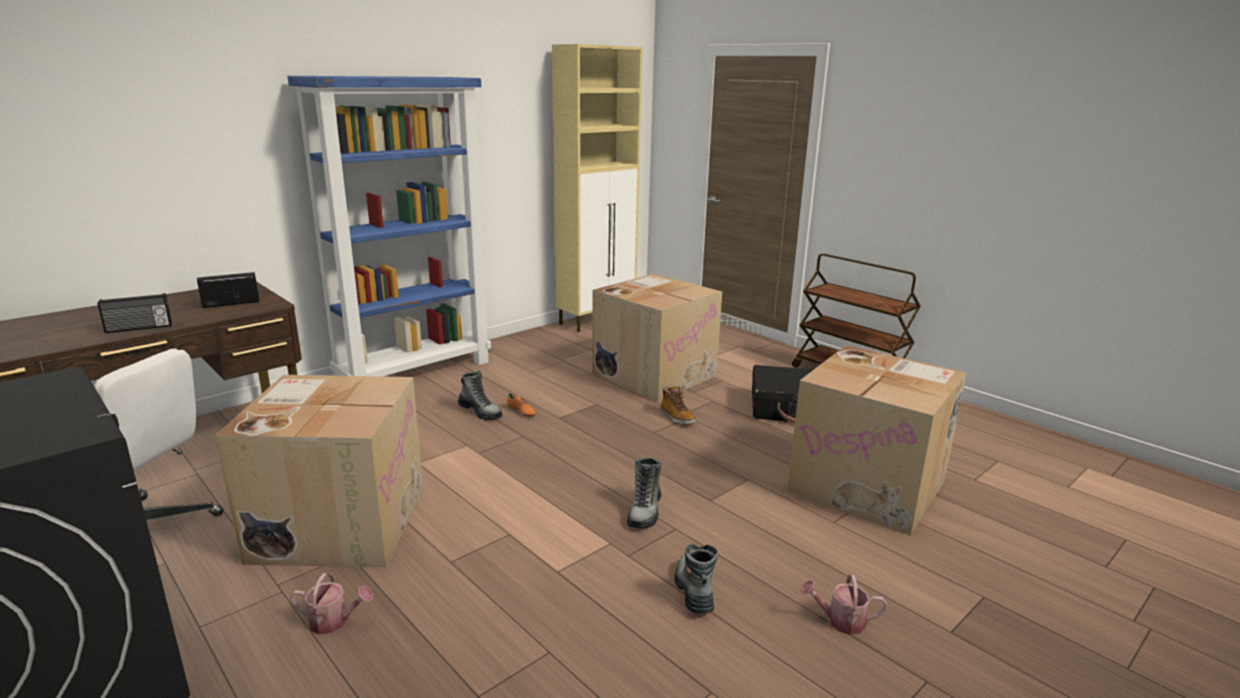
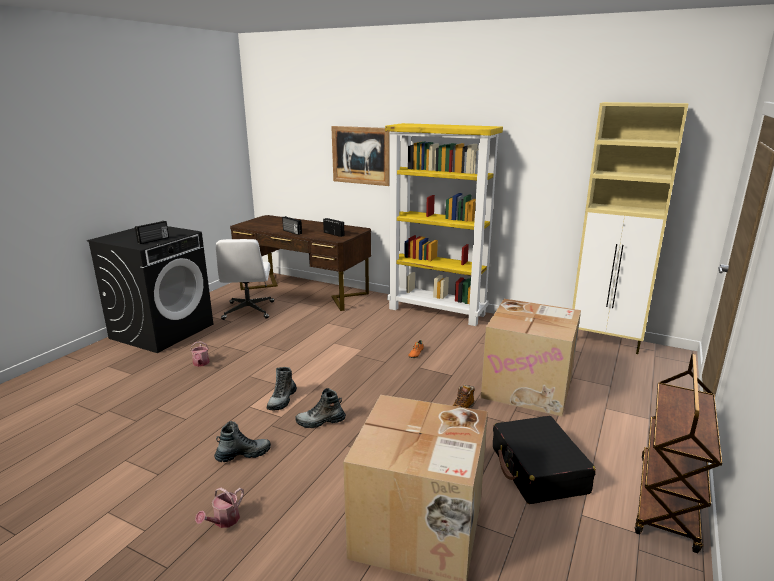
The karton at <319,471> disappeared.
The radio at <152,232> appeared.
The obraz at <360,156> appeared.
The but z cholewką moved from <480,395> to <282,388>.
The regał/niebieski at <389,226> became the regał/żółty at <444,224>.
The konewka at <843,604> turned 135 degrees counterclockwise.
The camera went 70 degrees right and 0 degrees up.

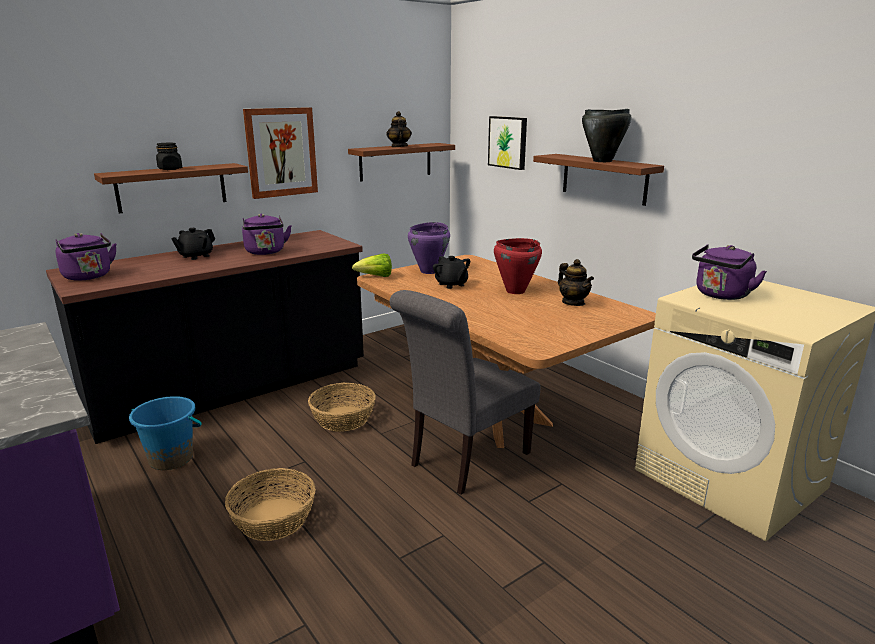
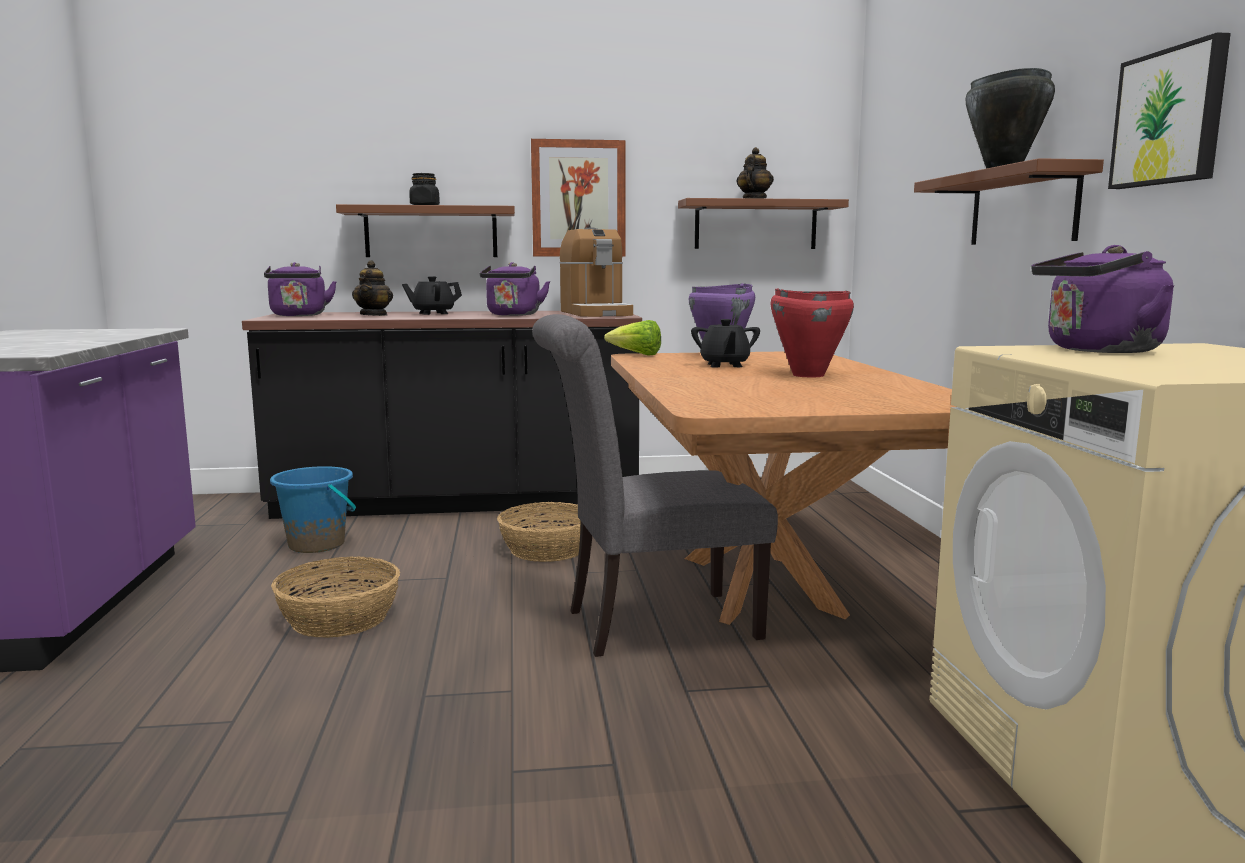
The ekspres do kawy at <596,272> appeared.
The obraz moved from <507,143> to <1169,110>.
The imbryk moved from <576,282> to <372,288>.
The camera went 30 degrees right and 10 degrees down.

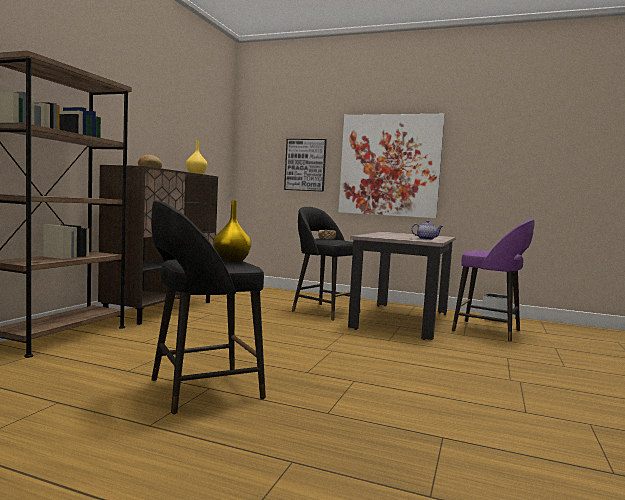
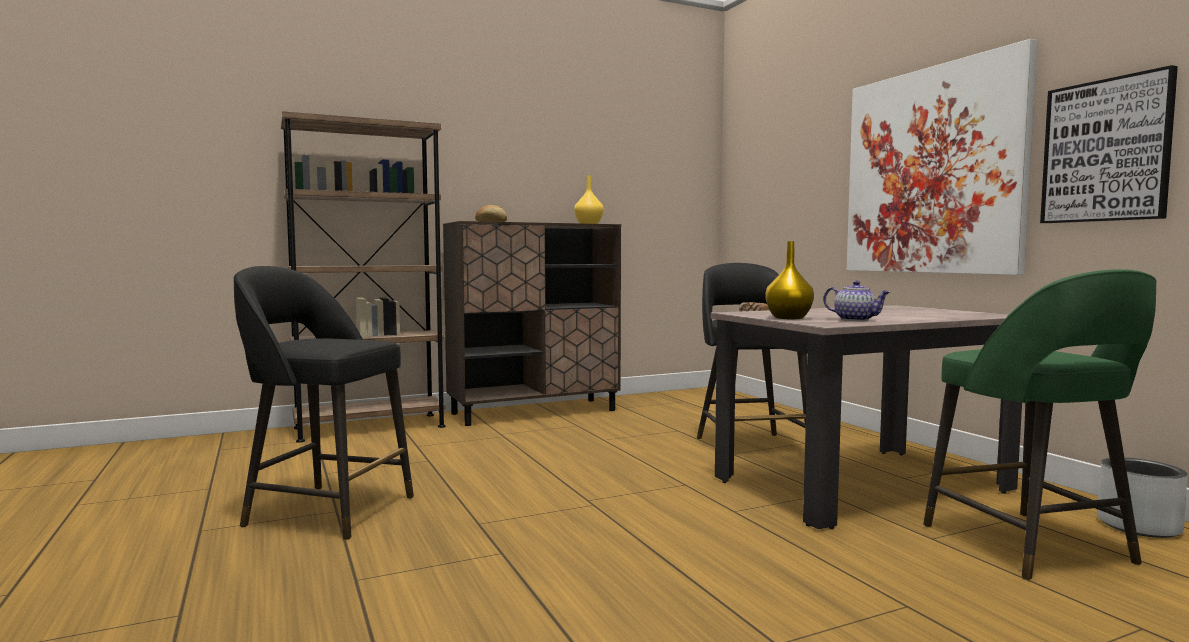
The wazon/żółty moved from <232,232> to <789,280>.
The obraz moved from <305,165> to <1109,144>.
The stołek/fioletowy at <493,280> became the stołek/zielony at <1039,424>.
The camera went 45 degrees right and 0 degrees up.

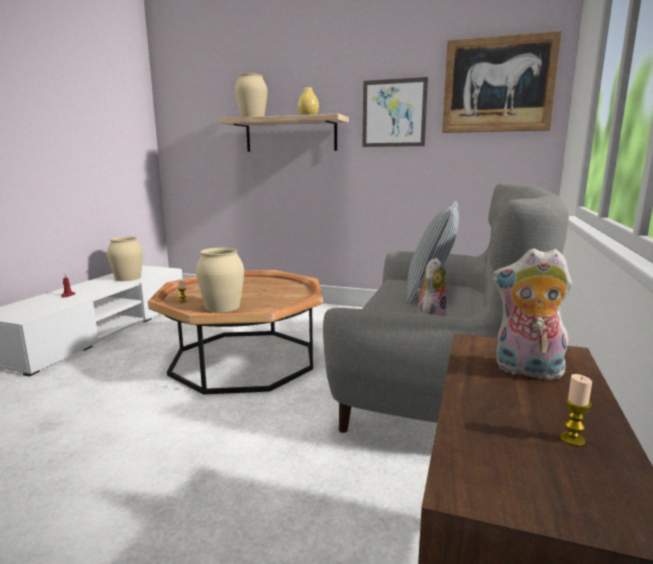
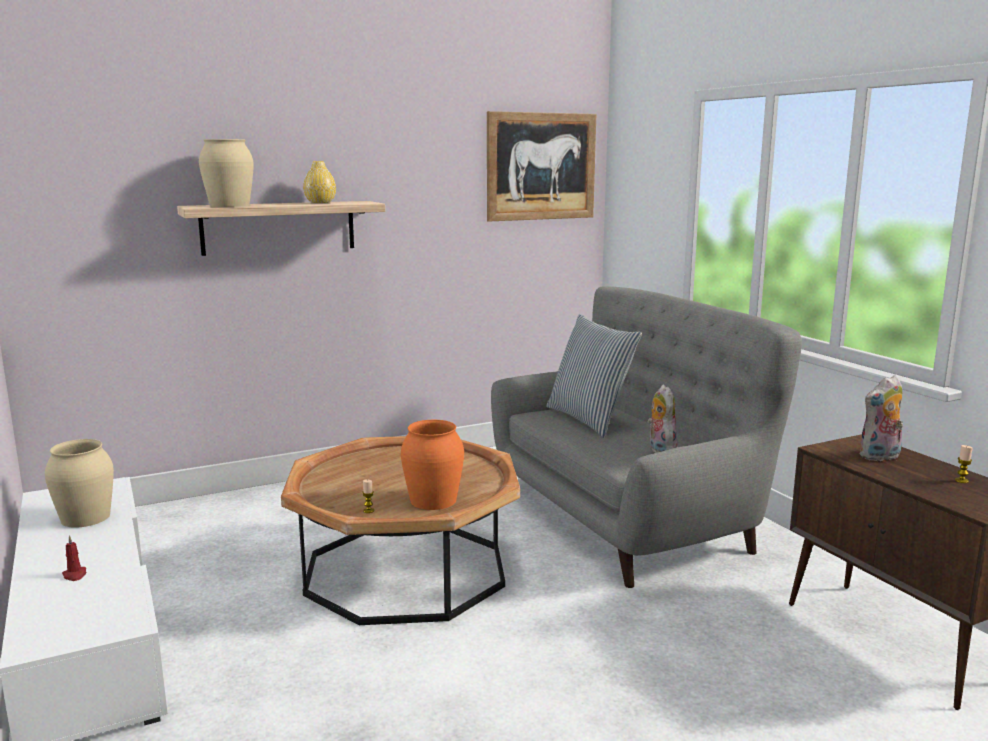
The obraz at <395,112> disappeared.
The wazon/beżowy at <220,280> became the wazon/pomarańczowy at <432,465>.
The camera went 45 degrees left and 0 degrees up.

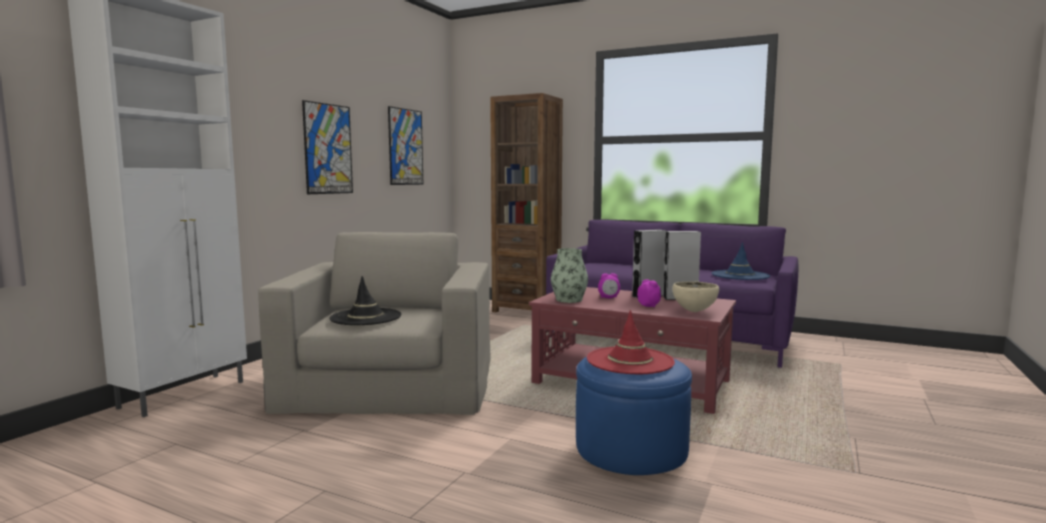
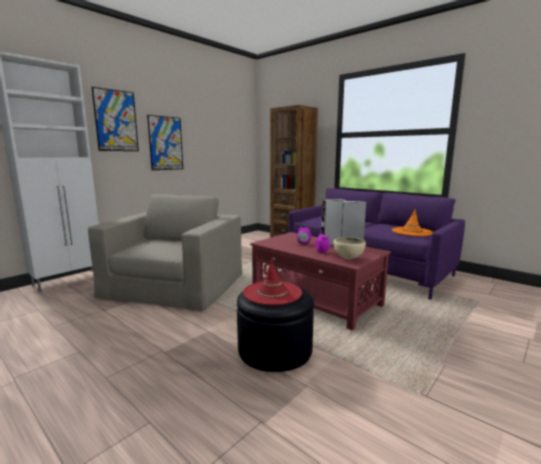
The kapelusz/czarny at <365,300> disappeared.
The wazon at <569,275> disappeared.
The obraz moved from <405,145> to <115,119>.
The pufa/niebieski at <634,416> became the pufa/czarny at <275,329>.
The kapelusz/niebieski at <741,261> became the kapelusz/pomarańczowy at <412,222>.
The camera went 15 degrees right and 5 degrees up.

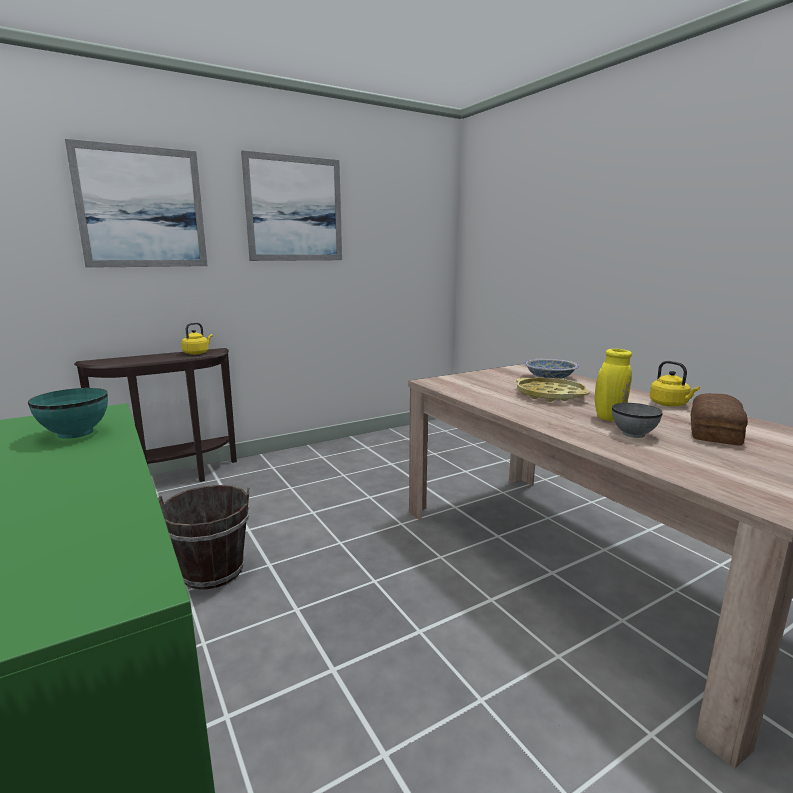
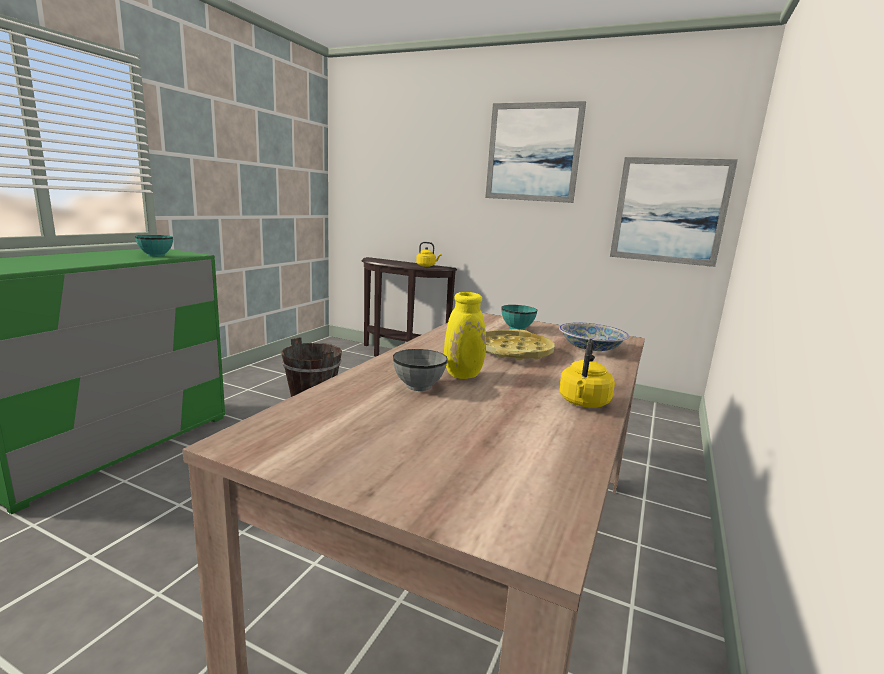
The chleb at <719,419> disappeared.
The miska/turkusowy at <519,317> appeared.
The obraz moved from <136,203> to <674,212>.
The camera went 55 degrees right and 0 degrees up.

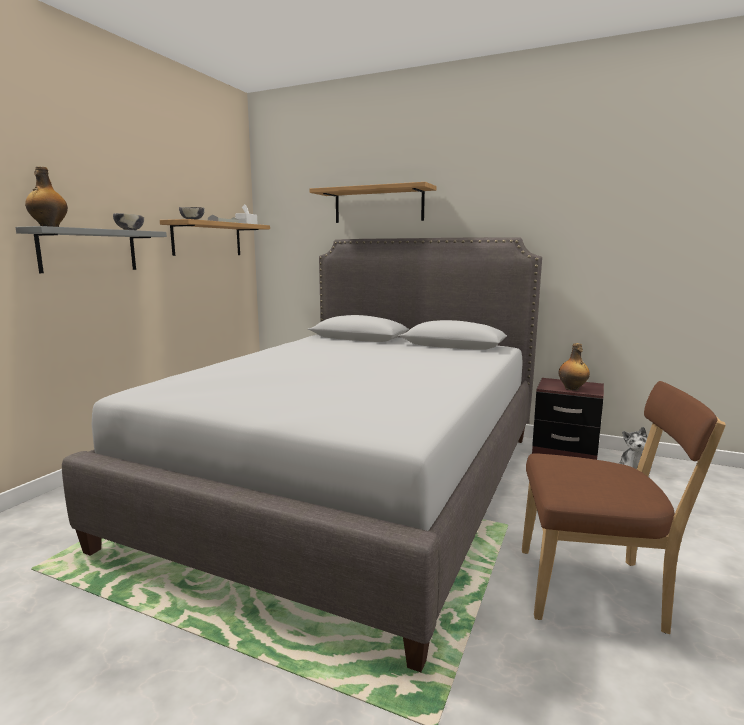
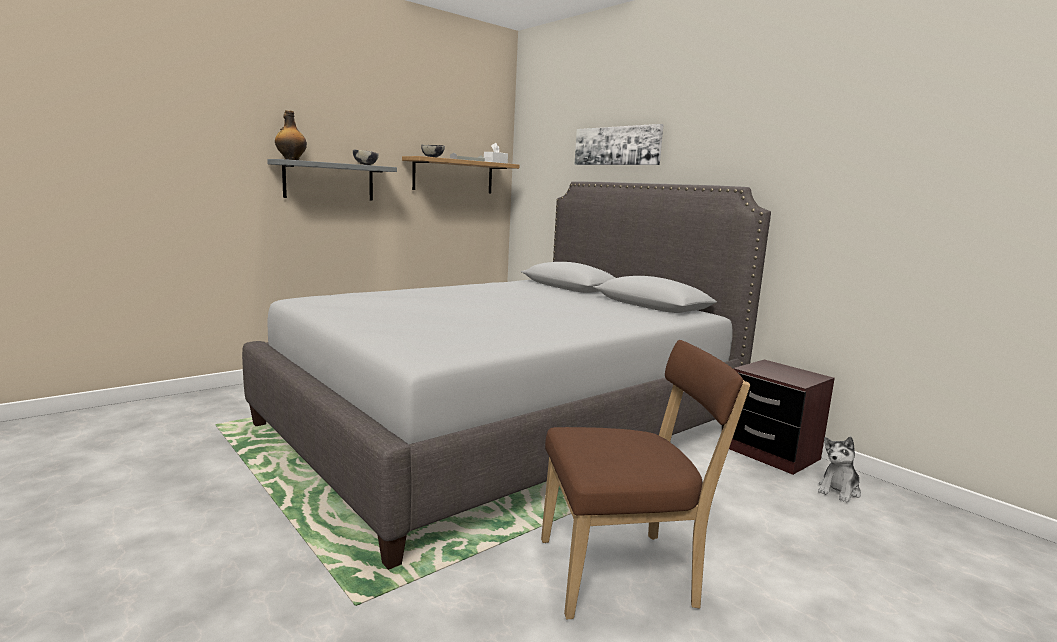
The butelka at <574,367> disappeared.
The półka at <373,202> was replaced by the obraz at <618,144>.
The krzesło/brązowy at <624,507> turned 45 degrees counterclockwise.
The camera went 25 degrees right and 0 degrees up.

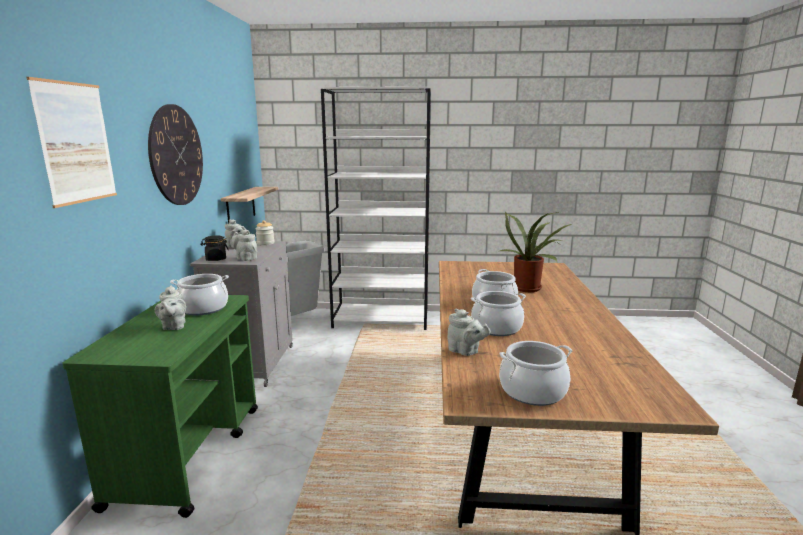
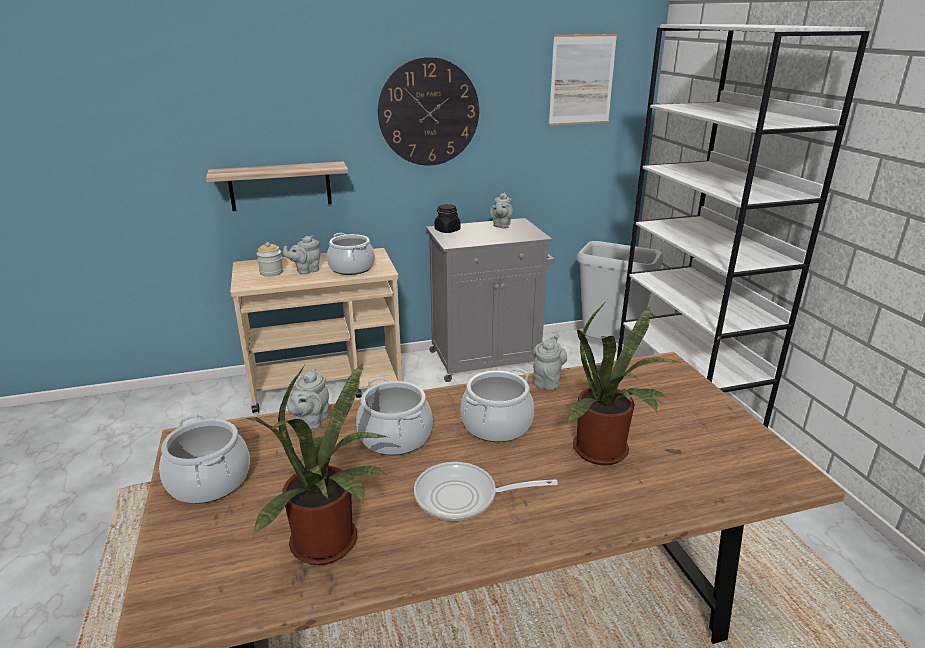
The roślina doniczkowa at <317,464> appeared.
The patelnia at <486,491> appeared.
The obraz moved from <72,142> to <583,80>.
The półka moved from <249,205> to <277,186>.
The imbryk/szary moved from <244,245> to <550,362>.
The słoik moved from <264,232> to <270,259>.
The wózek/zielony at <160,406> became the wózek/beżowy at <316,330>.
The camera went 70 degrees right and 10 degrees up.

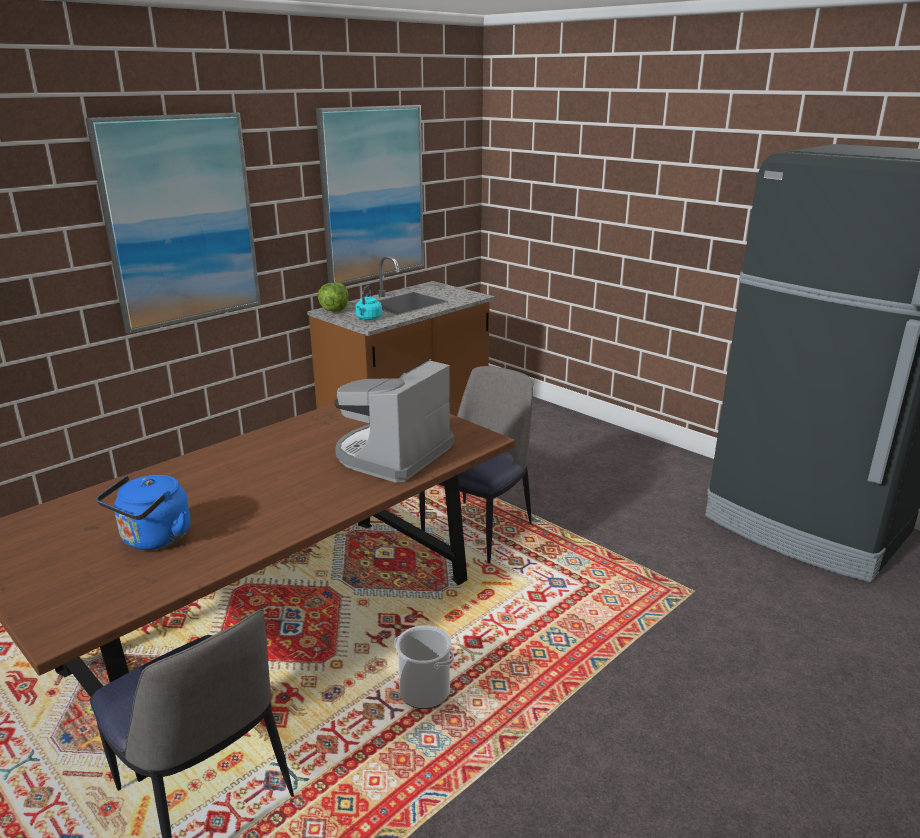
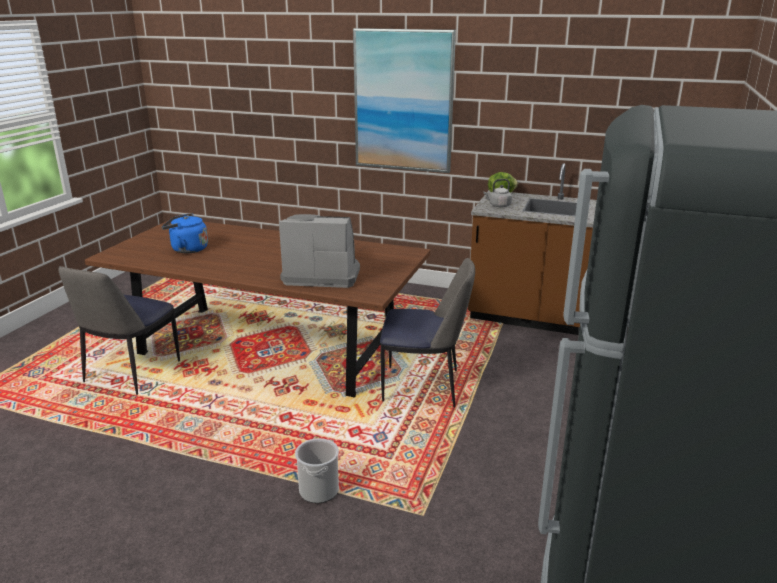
The obraz at <370,195> disappeared.
The wiadro moved from <424,667> to <317,470>.
The czajnik/turkusowy at <368,302> became the czajnik/szary at <498,193>.
The camera went 65 degrees right and 0 degrees up.

